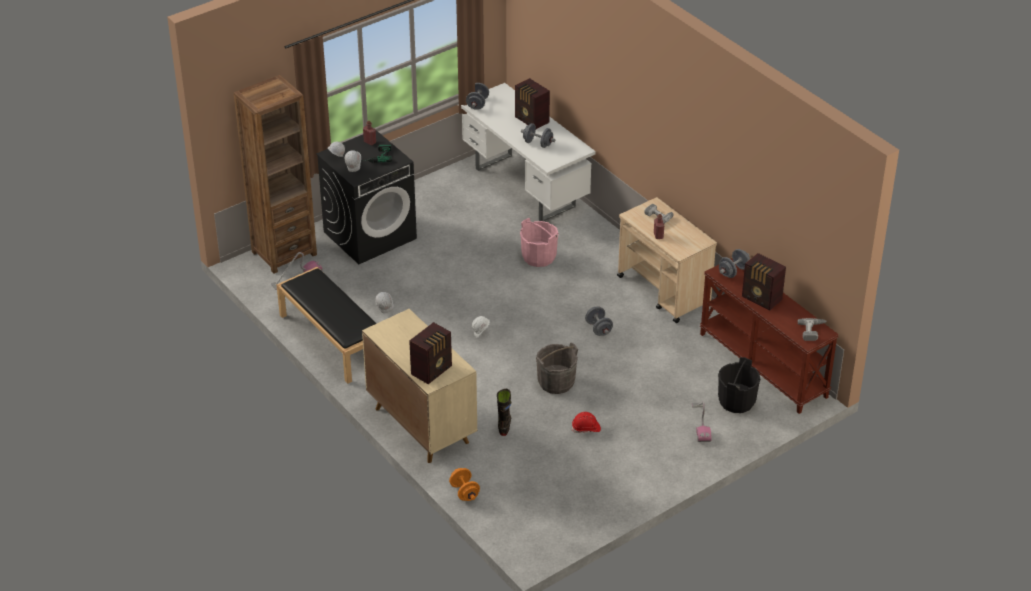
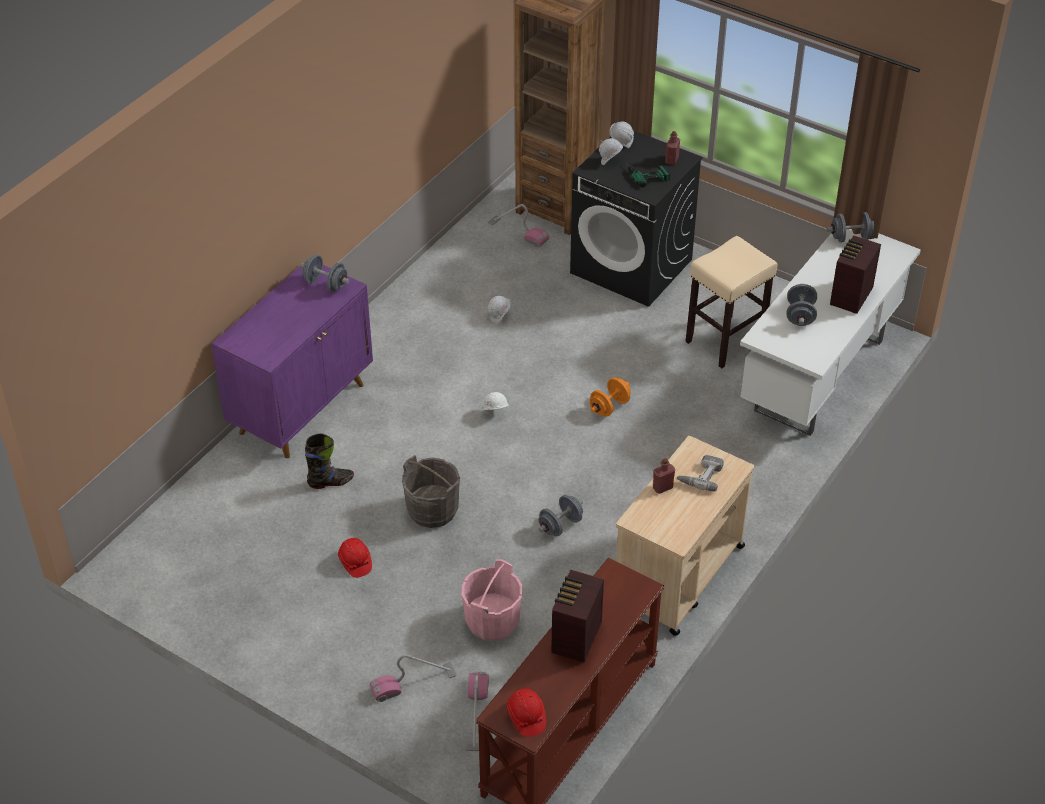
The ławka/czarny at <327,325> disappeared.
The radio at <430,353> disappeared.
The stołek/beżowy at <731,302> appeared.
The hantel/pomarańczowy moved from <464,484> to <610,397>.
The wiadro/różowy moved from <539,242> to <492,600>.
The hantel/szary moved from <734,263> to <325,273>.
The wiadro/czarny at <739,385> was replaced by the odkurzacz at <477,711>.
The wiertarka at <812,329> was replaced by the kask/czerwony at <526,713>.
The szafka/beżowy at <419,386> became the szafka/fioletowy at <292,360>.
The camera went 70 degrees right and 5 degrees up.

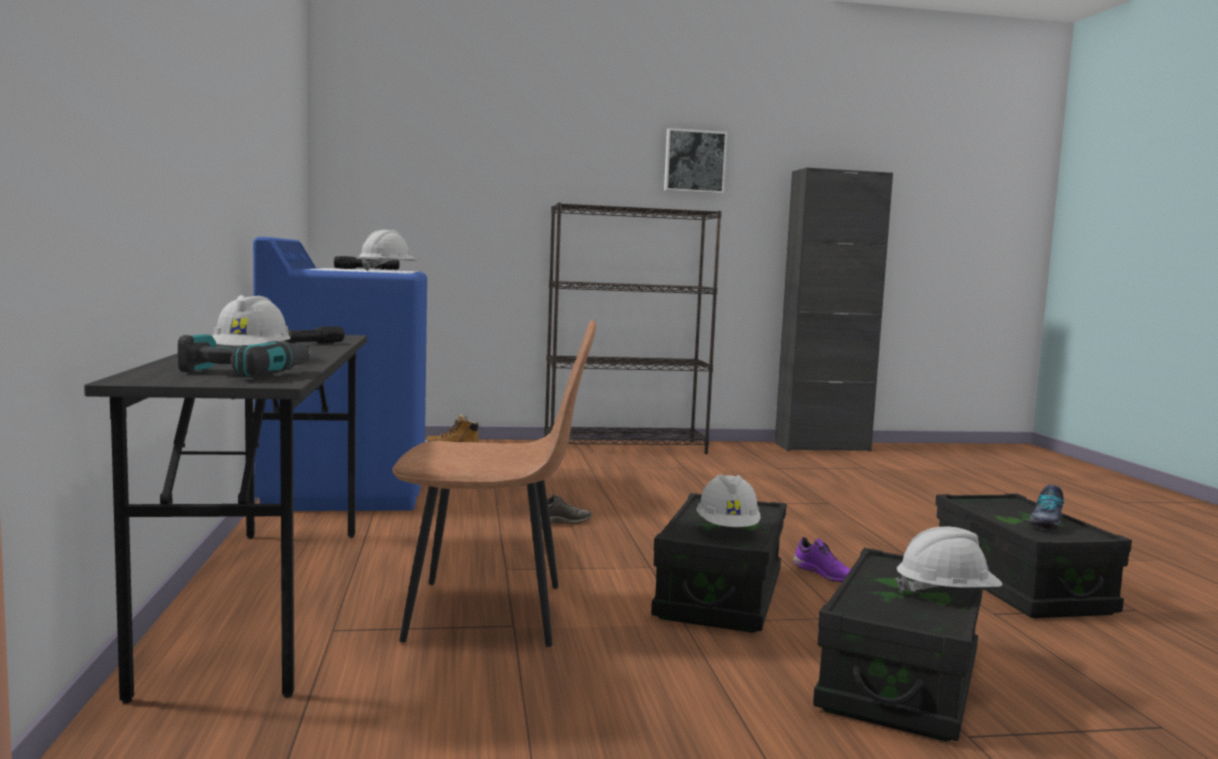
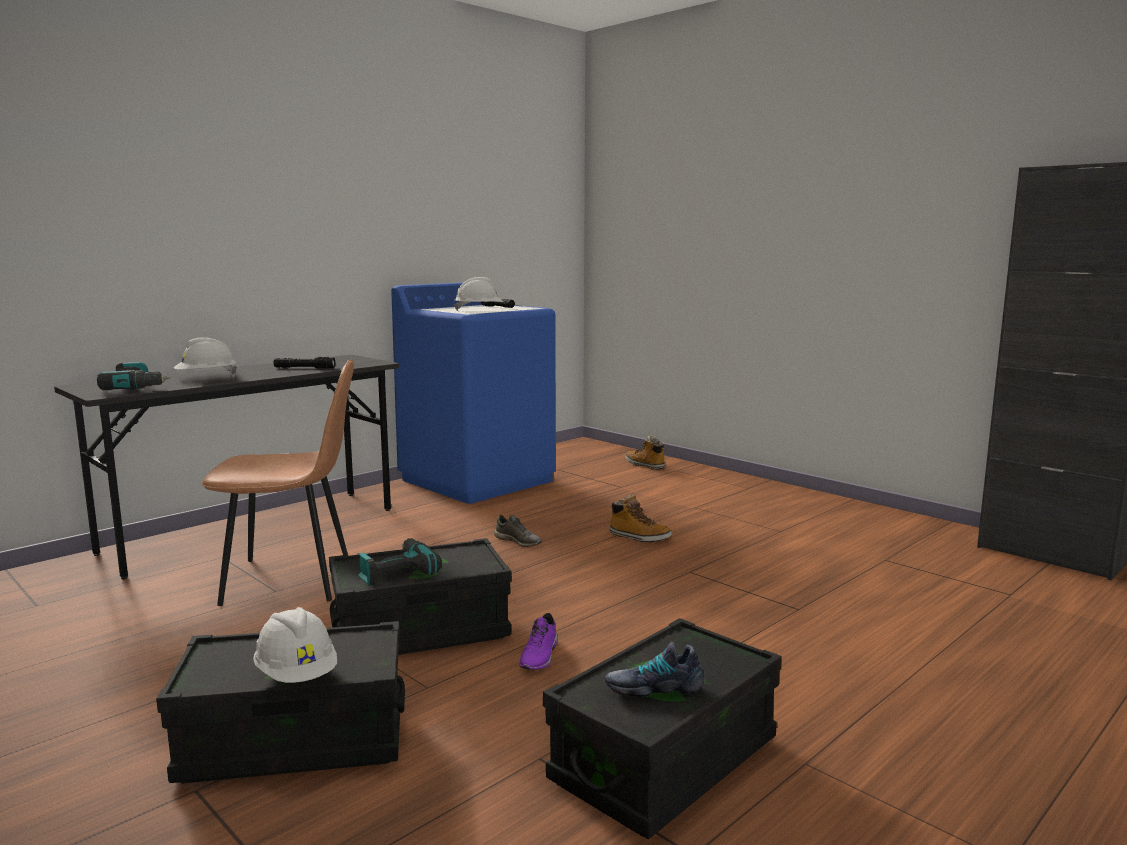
The regał/czarny at <633,328> disappeared.
The obraz at <695,161> disappeared.
The but z cholewką at <640,518> appeared.
The kask/biały at <728,500> was replaced by the wiertarka at <399,562>.
The krzesło/brązowy at <494,483> turned 60 degrees counterclockwise.
The camera went 55 degrees right and 5 degrees up.

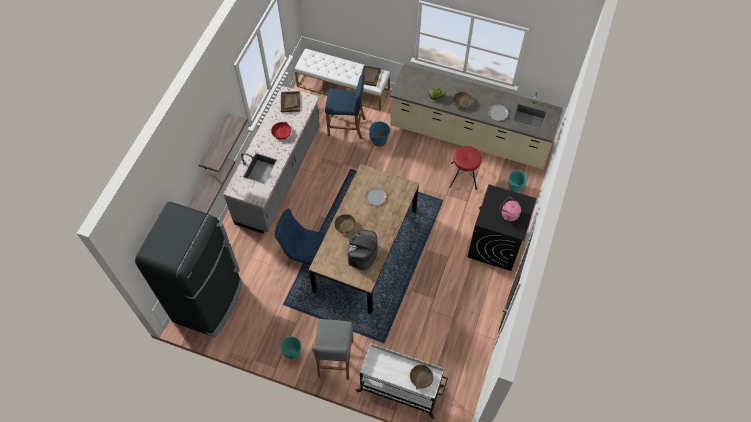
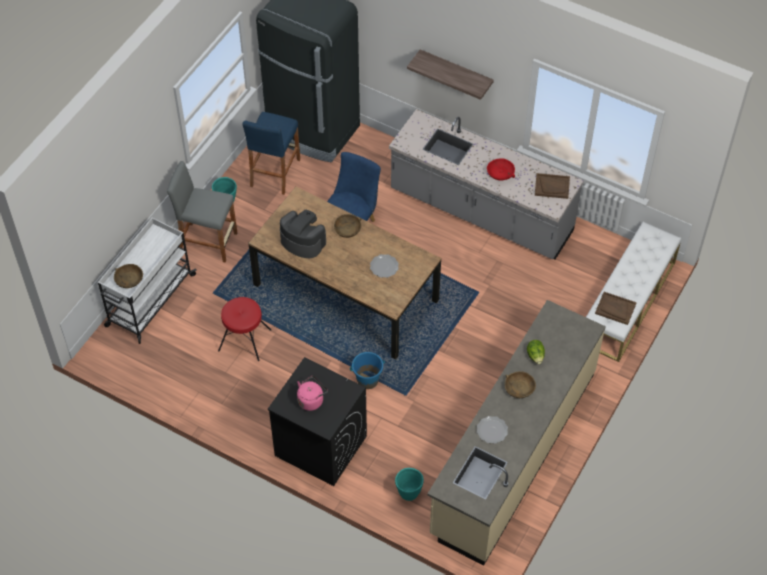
The półka at <211,186> disappeared.
The stołek/niebieski moved from <345,106> to <271,153>.
The wiadro/niebieski moved from <379,134> to <367,370>.
The stołek/czerwony moved from <466,168> to <244,329>.
The camera went 100 degrees right and 5 degrees down.

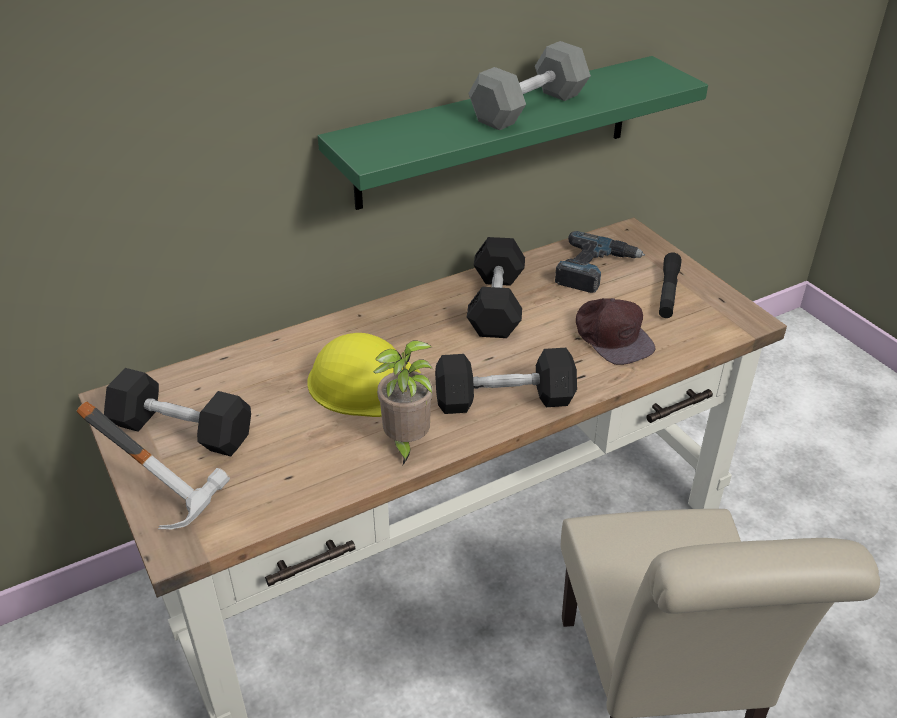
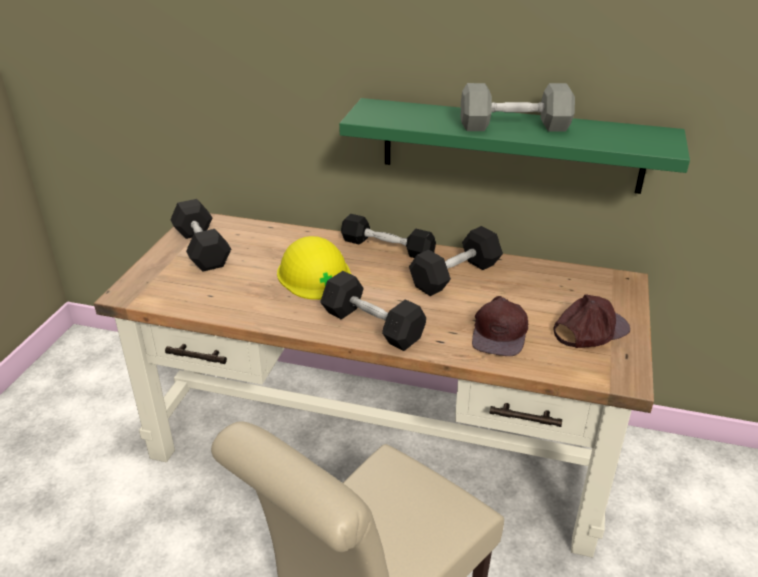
The młotek at <153,465> disappeared.
The roślina doniczkowa at <403,403> disappeared.
The wiertarka at <600,262> disappeared.
The hantel/czarny at <388,236> appeared.
The latarka/czarny at <670,285> was replaced by the czapka z daszkiem/brązowy at <591,321>.
The camera went 45 degrees right and 5 degrees down.

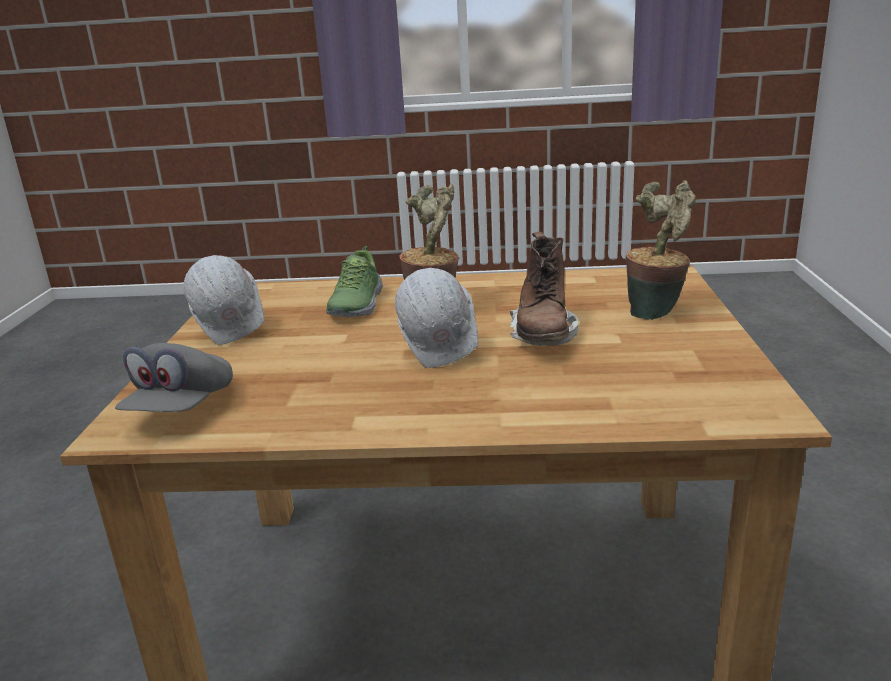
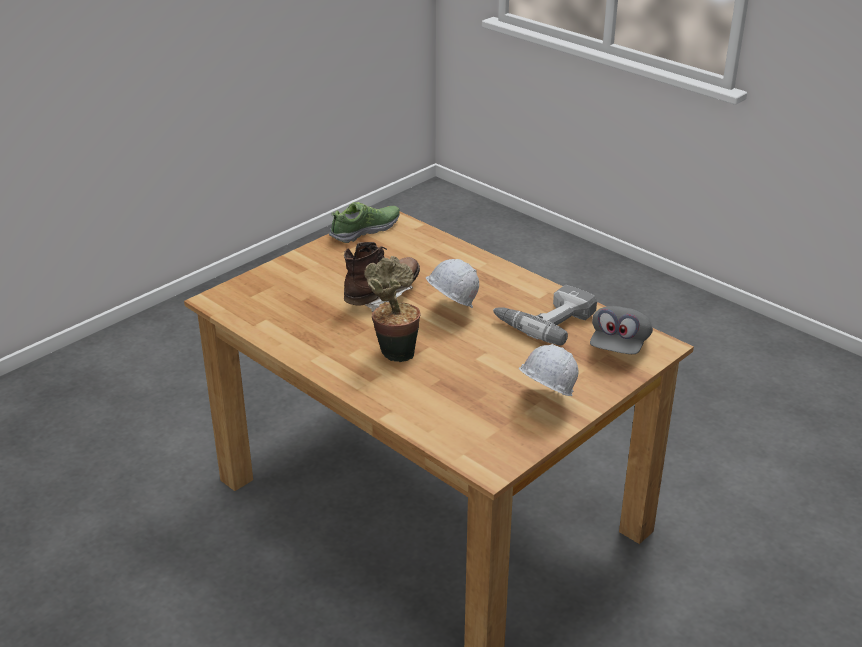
The roślina doniczkowa at <661,250> disappeared.
The wiertarka at <545,315> appeared.
The but moved from <354,282> to <364,222>.
The czapka z daszkiem/szary at <174,377> turned 150 degrees clockwise.
The camera went 140 degrees left and 10 degrees up.

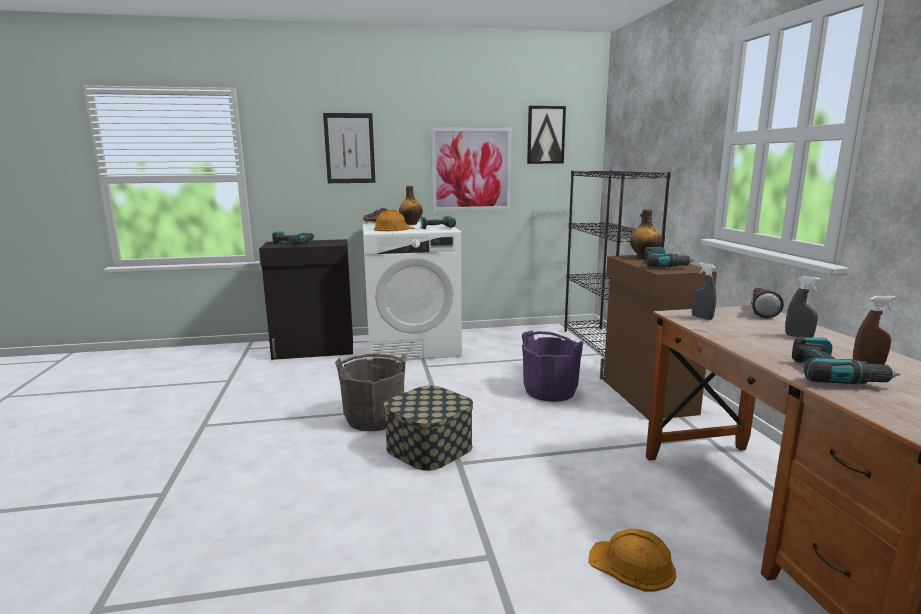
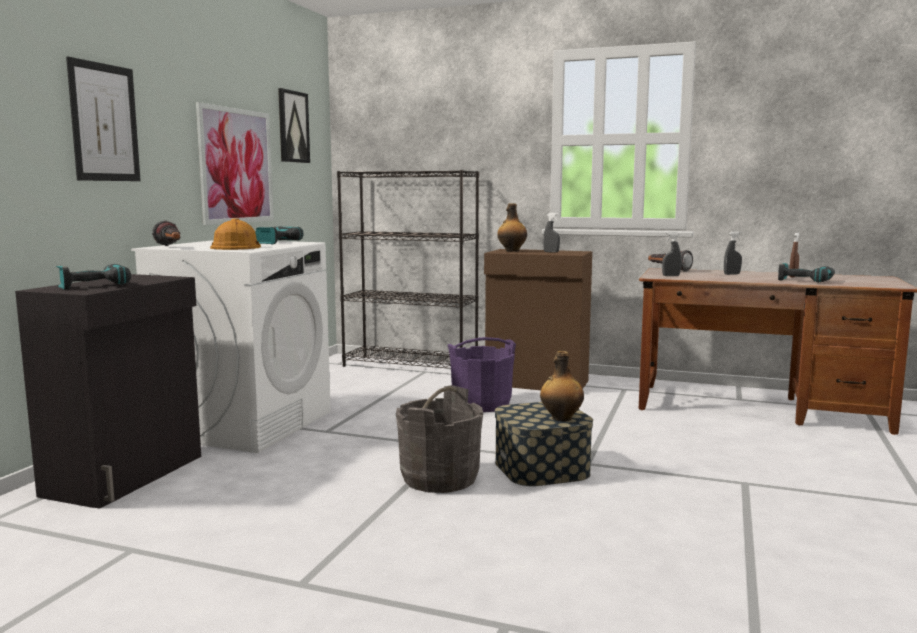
The kask/pomarańczowy at <632,560> disappeared.
The butelka moved from <411,205> to <562,386>.
The wiertarka at <669,257> was replaced by the spryskiwacz/szary at <551,233>.
The camera went 60 degrees left and 5 degrees down.

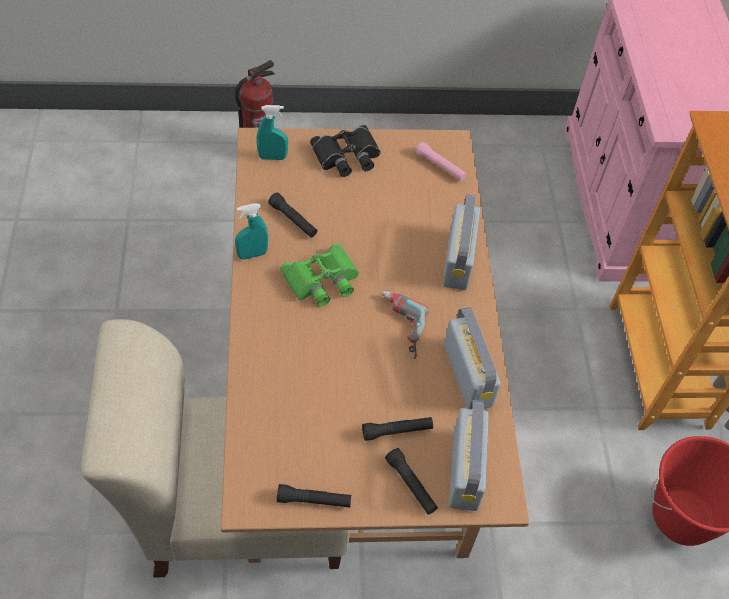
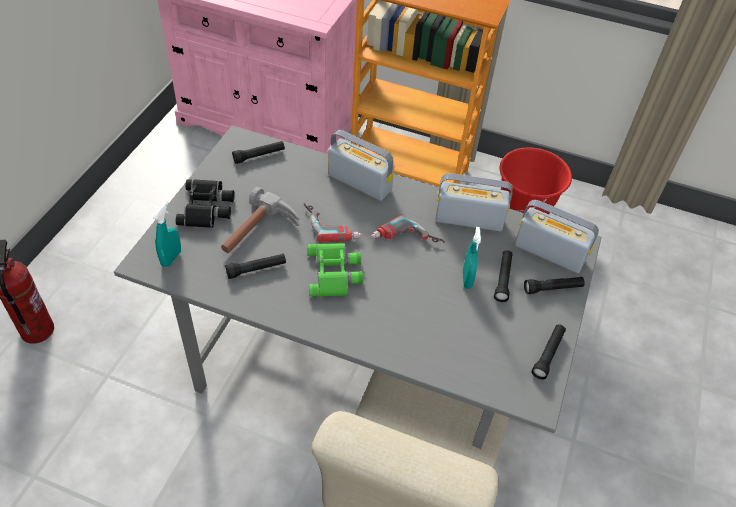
The młotek at <260,220> appeared.
The wiertarka at <333,222> appeared.
The spryskiwacz/turkusowy moved from <251,231> to <472,258>.
The stół jadalny/brązowy at <375,345> became the stół jadalny/szary at <358,287>.
The latarka/różowy at <441,161> became the latarka/czarny at <258,152>.
The camera went 65 degrees left and 5 degrees down.

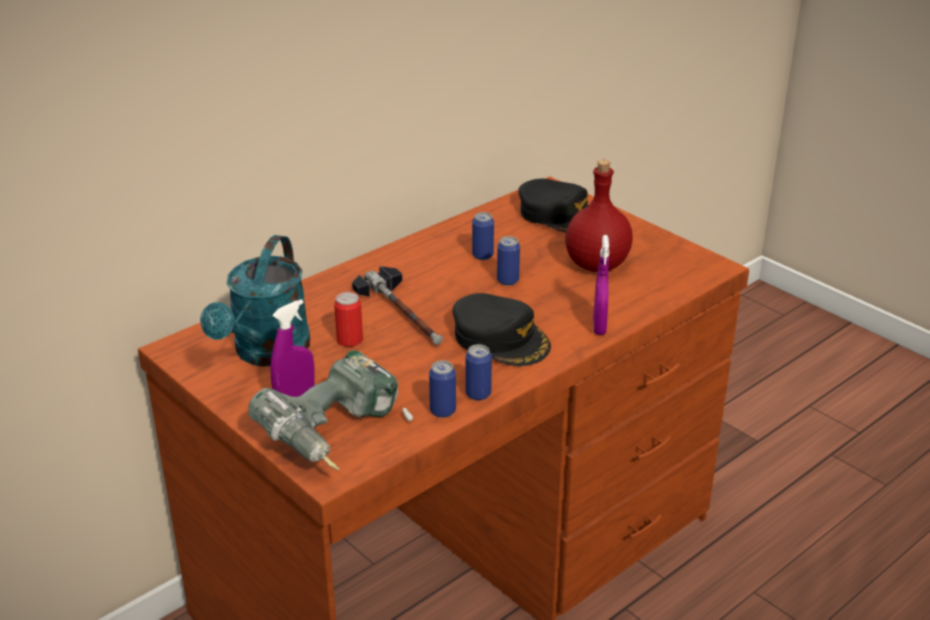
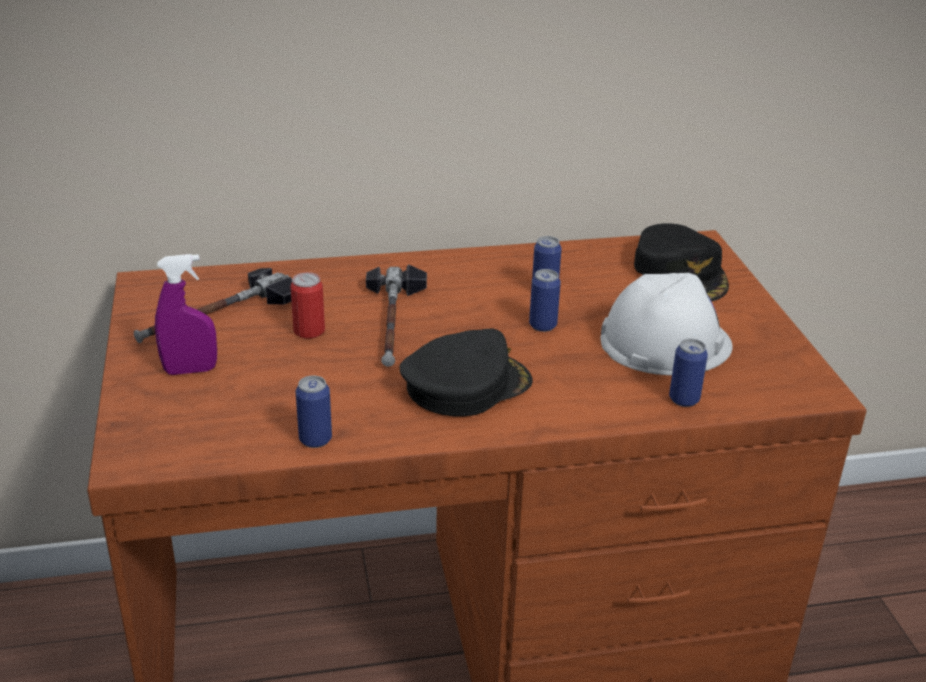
The wiertarka at <330,410> disappeared.
The spryskiwacz/fioletowy at <601,285> disappeared.
The puszka moved from <479,372> to <688,372>.
The konewka/turkusowy at <255,301> was replaced by the młotek at <213,305>.
The butelka/czerwony at <599,216> was replaced by the kask/biały at <667,324>.
The czapka z daszkiem/czarny at <502,329> turned 105 degrees counterclockwise.
The camera went 30 degrees right and 0 degrees up.

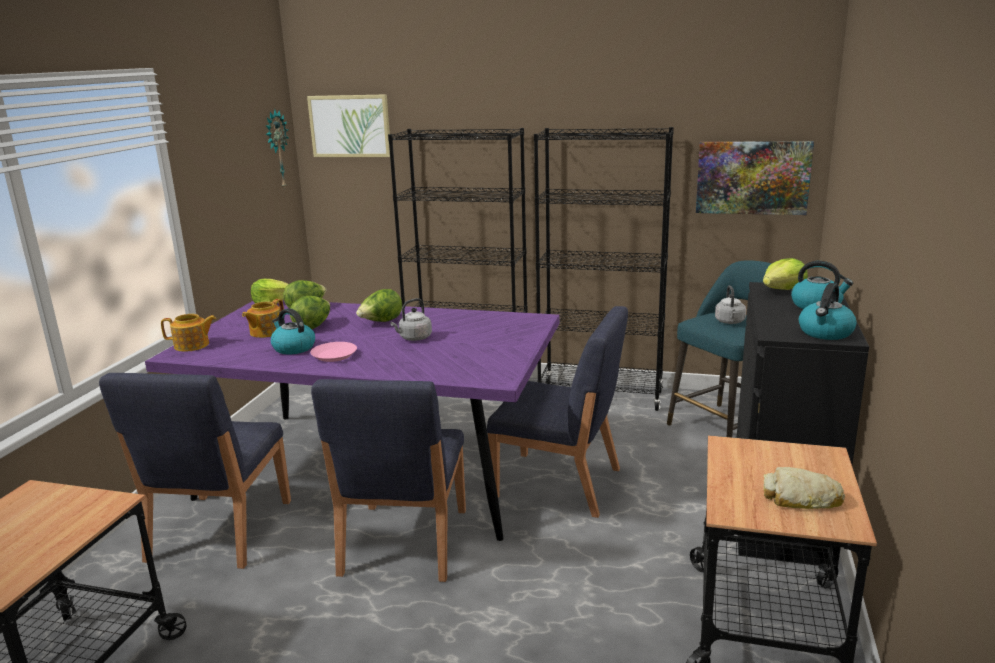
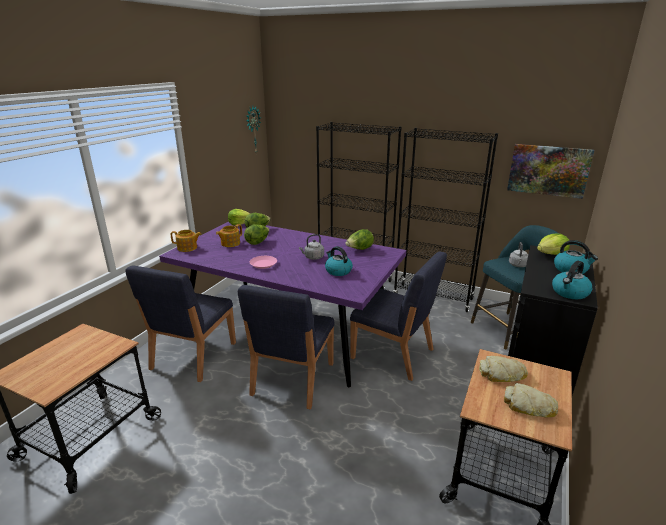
The obraz at <348,125> disappeared.
The chleb at <503,369> appeared.
The czajnik moved from <293,331> to <339,261>.
The sałata moved from <379,305> to <359,239>.
The camera went 10 degrees right and 5 degrees up.

